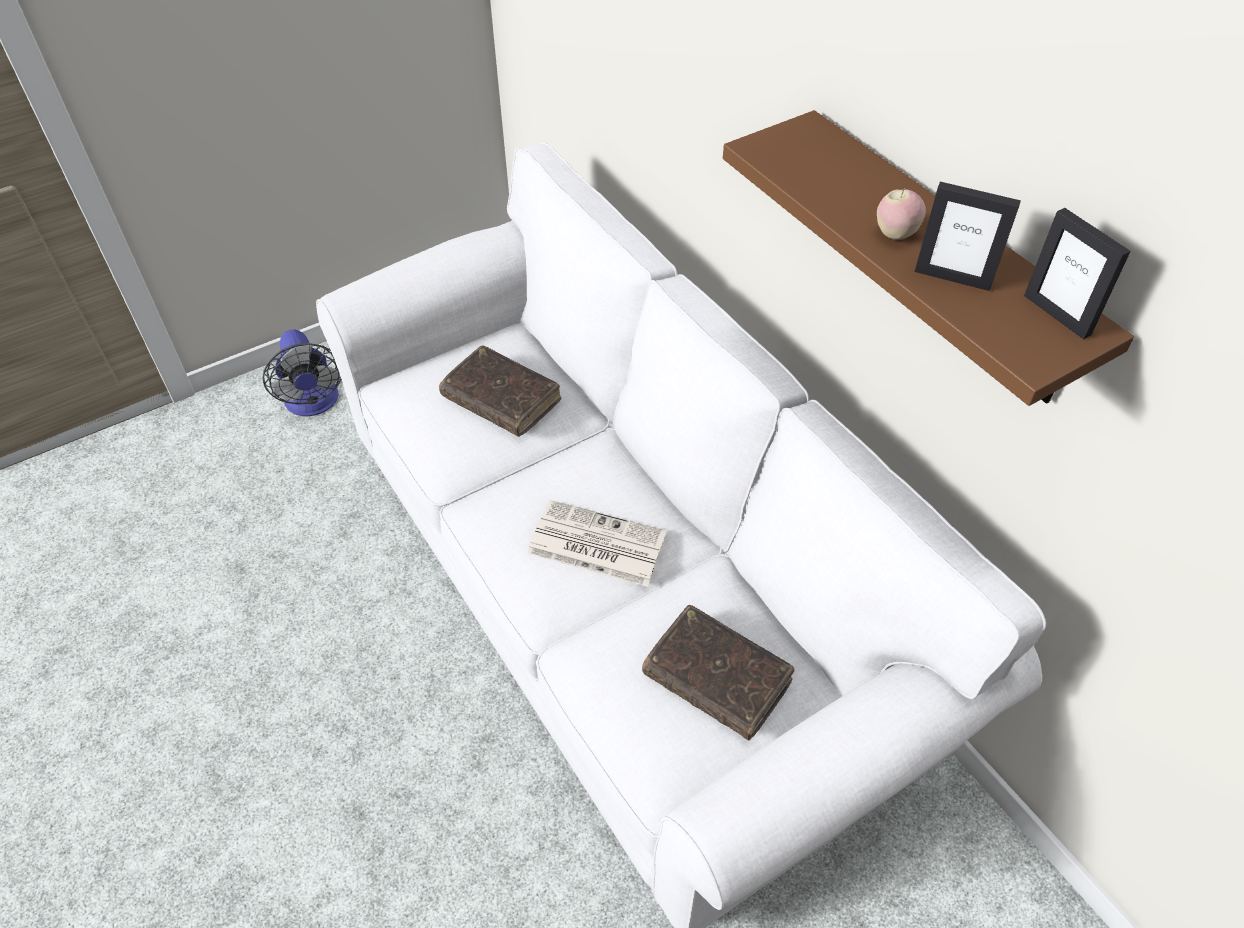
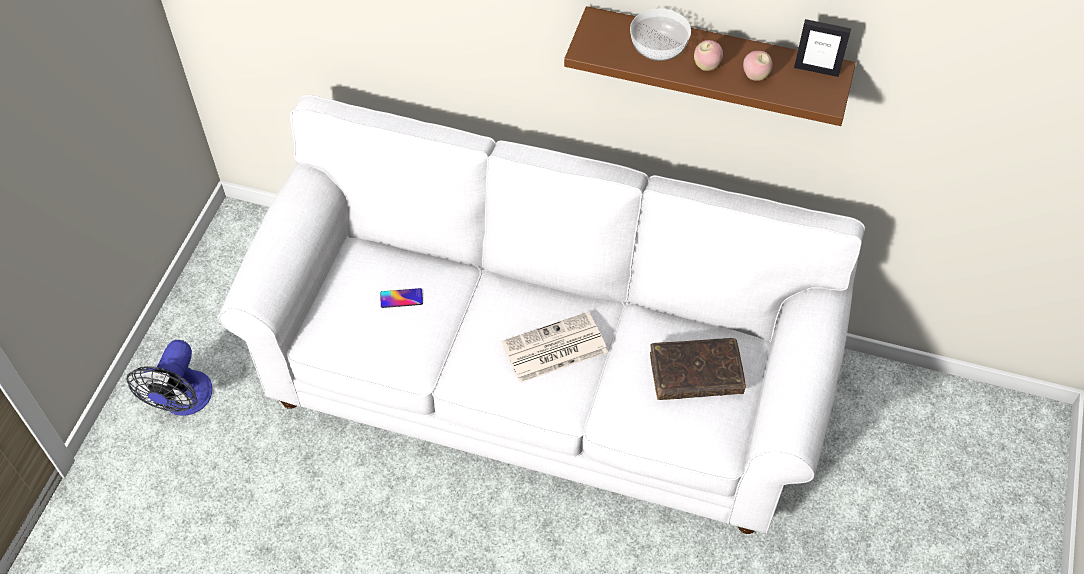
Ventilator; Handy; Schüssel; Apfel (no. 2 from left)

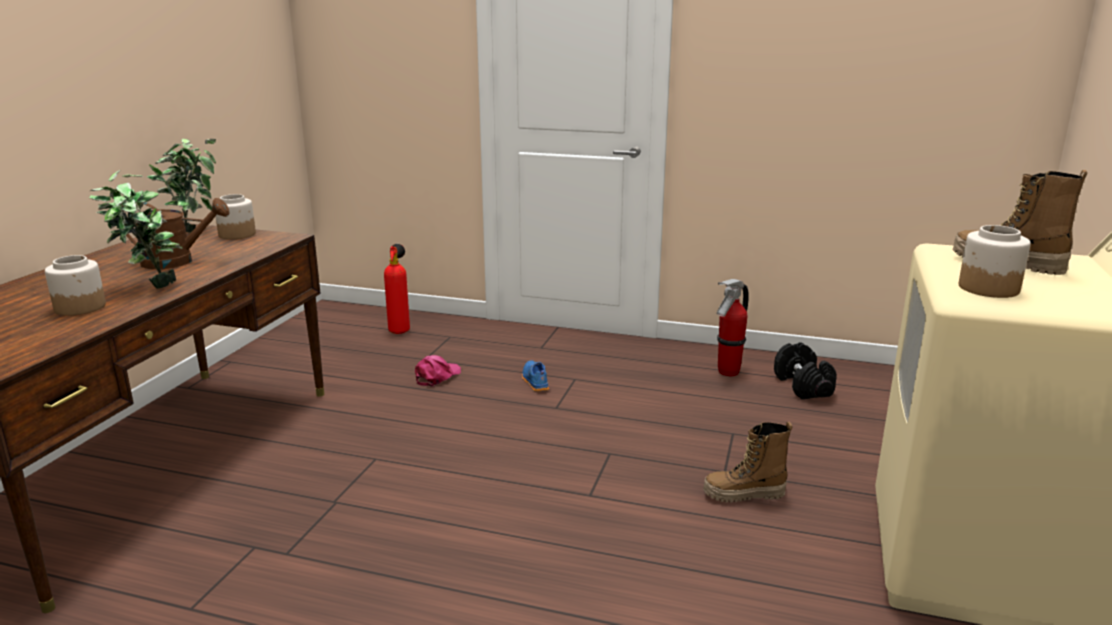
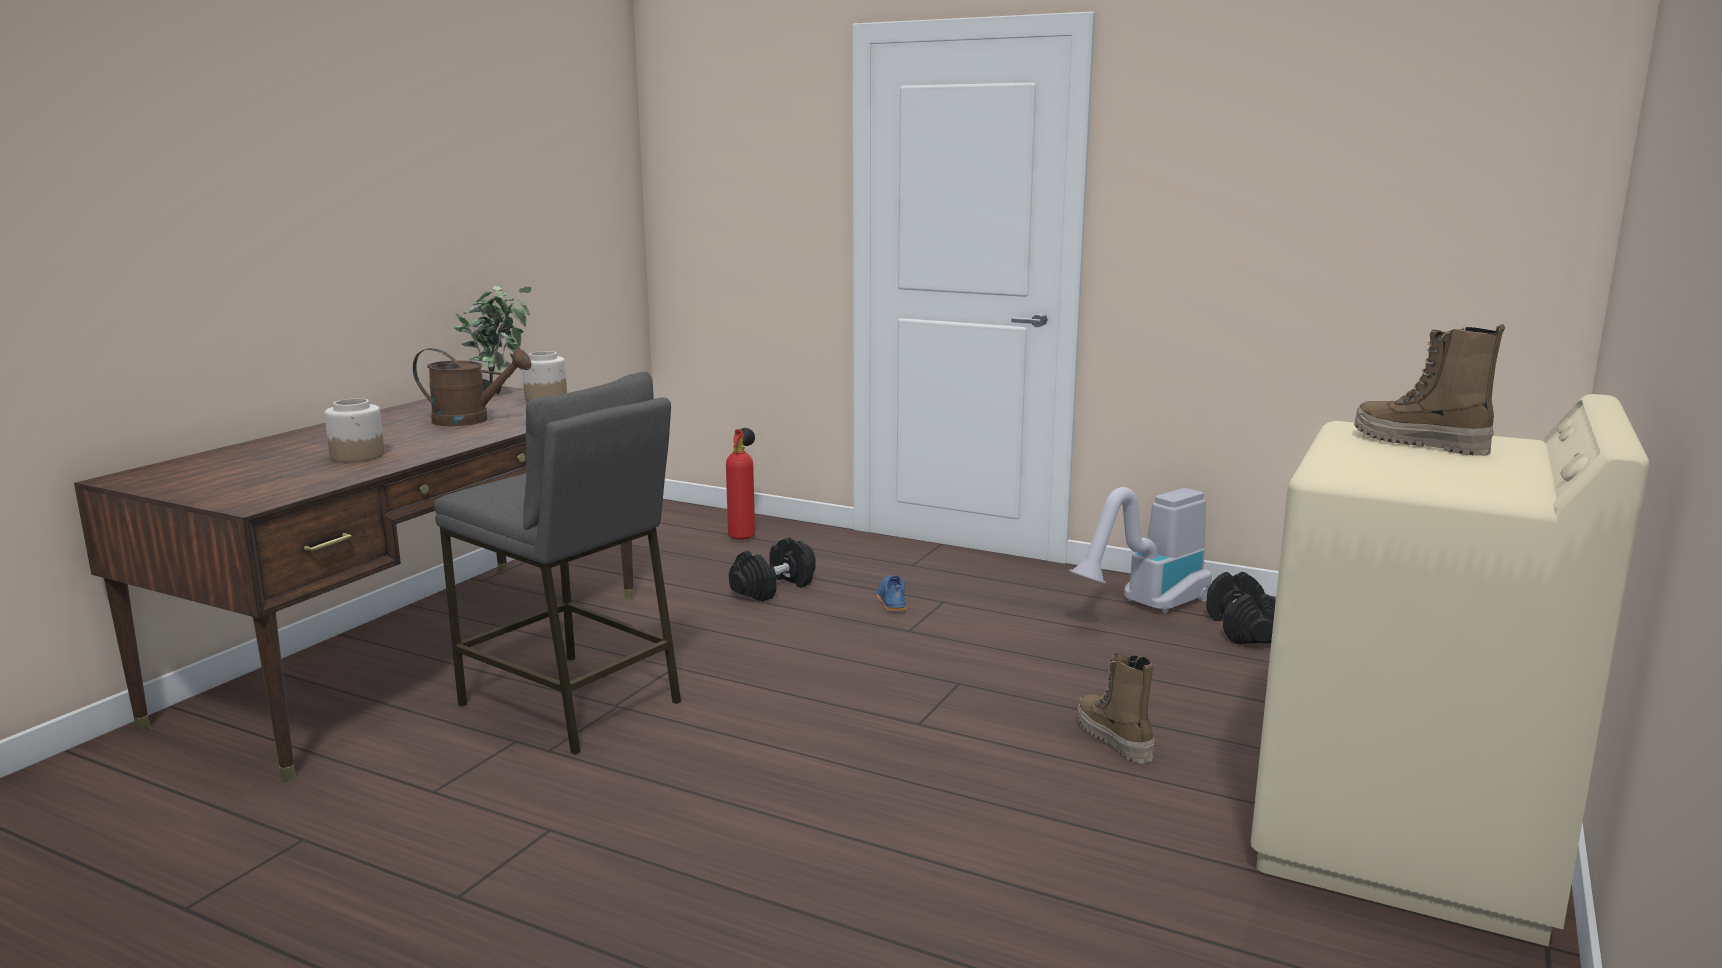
Hocker/grau; Hantel/schwarz (no. 1 from left); Staubsauger; Stiefel (no. 1 from left); Topfpflanze (no. 1 from left in the first image); Vorratsglas (no. 3 from left in the first image)

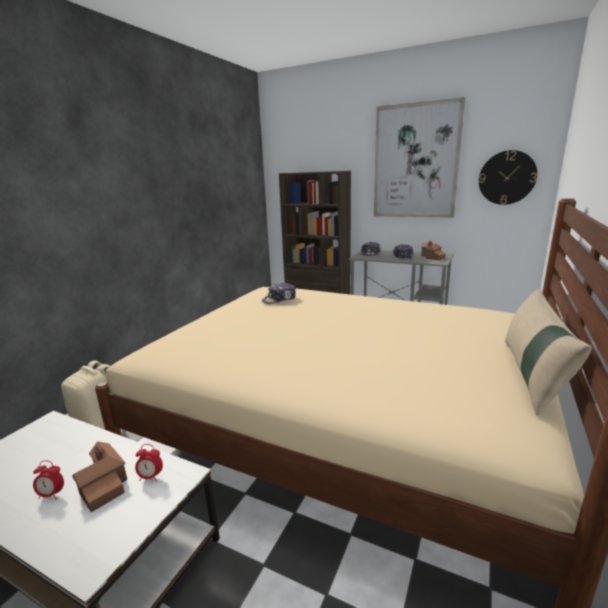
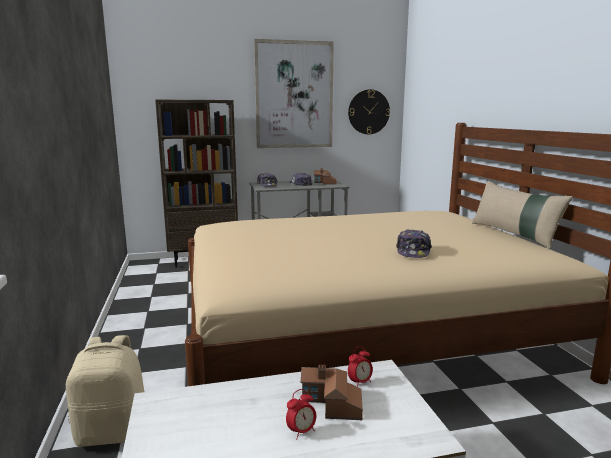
Kappe (no. 3 from left)

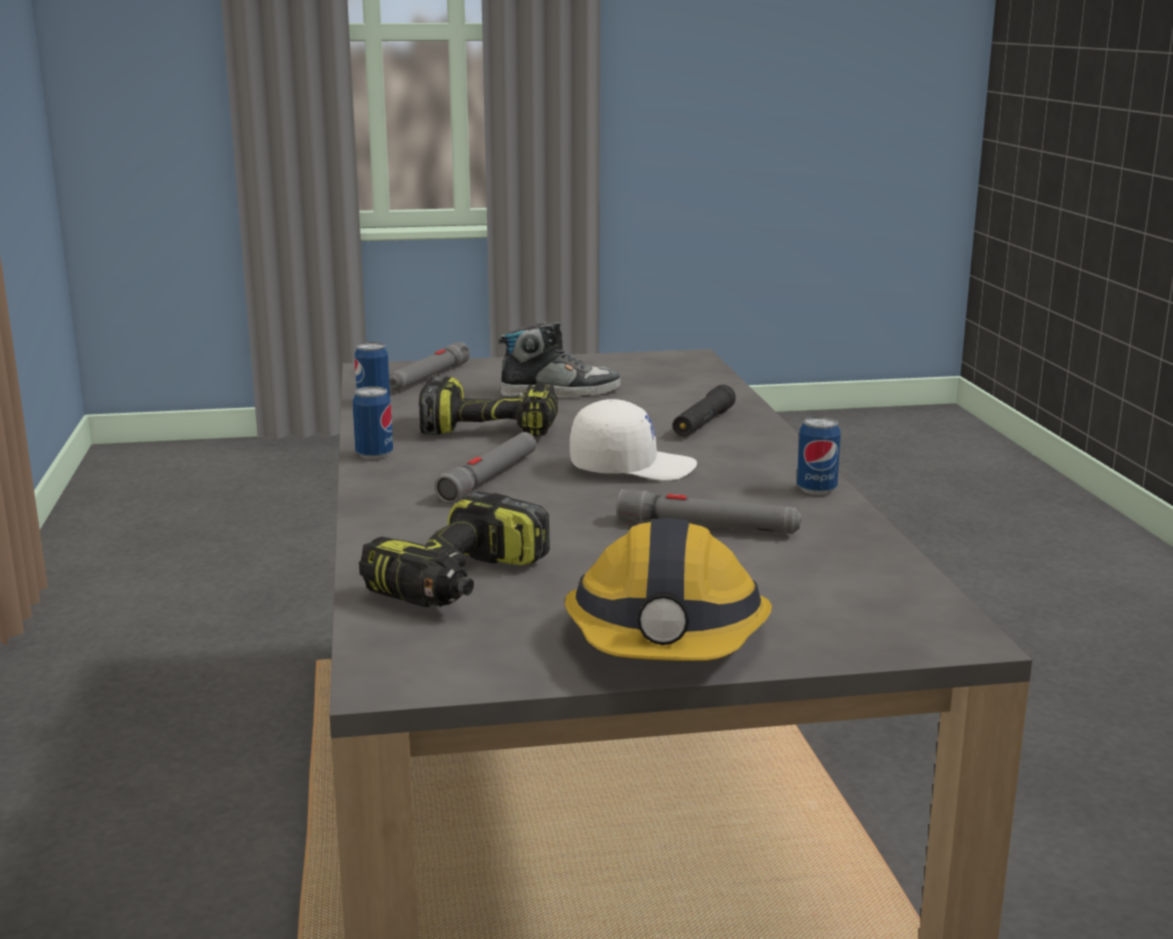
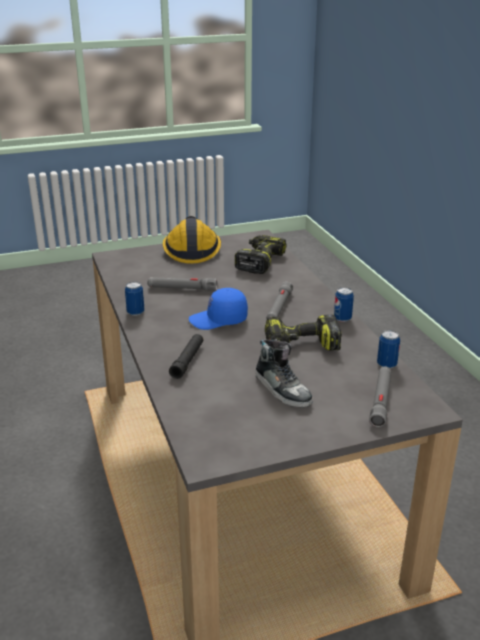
Kappe/blau; Schuh

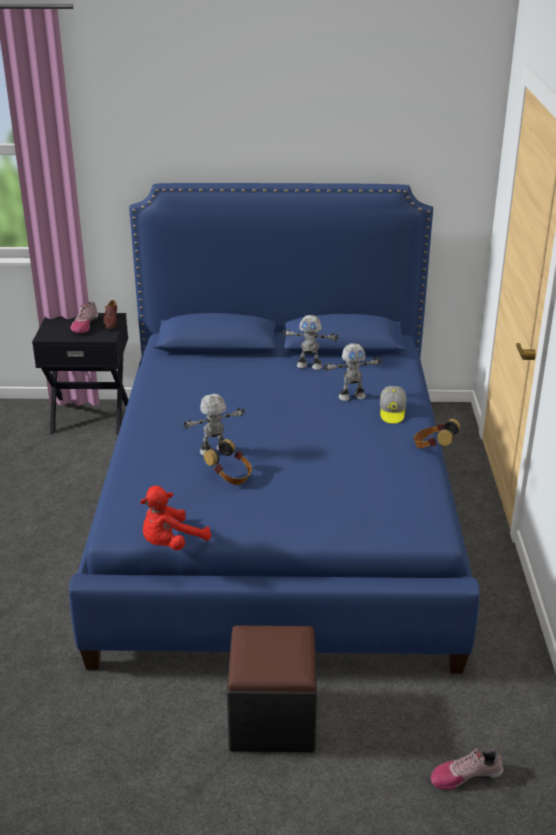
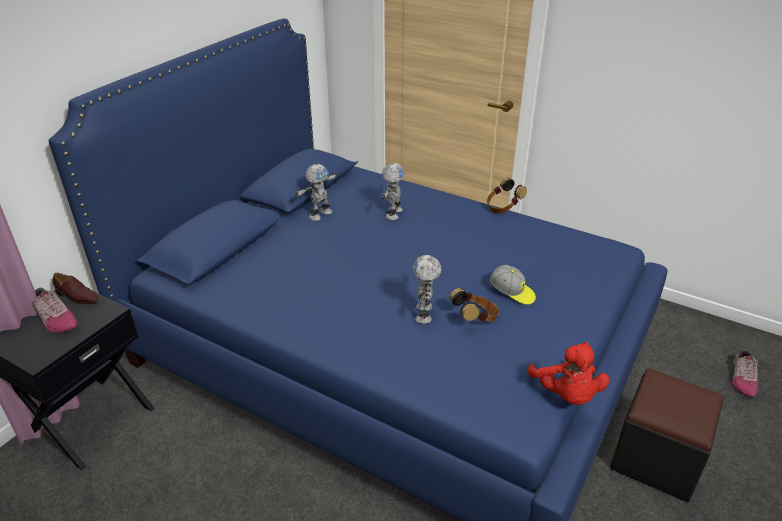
Kappe

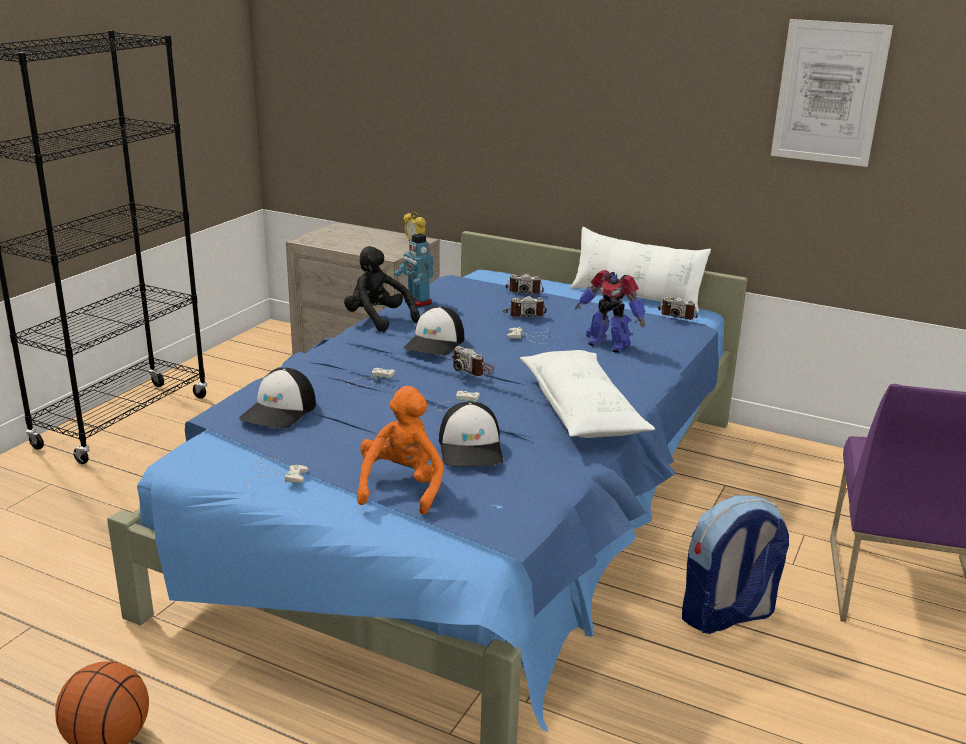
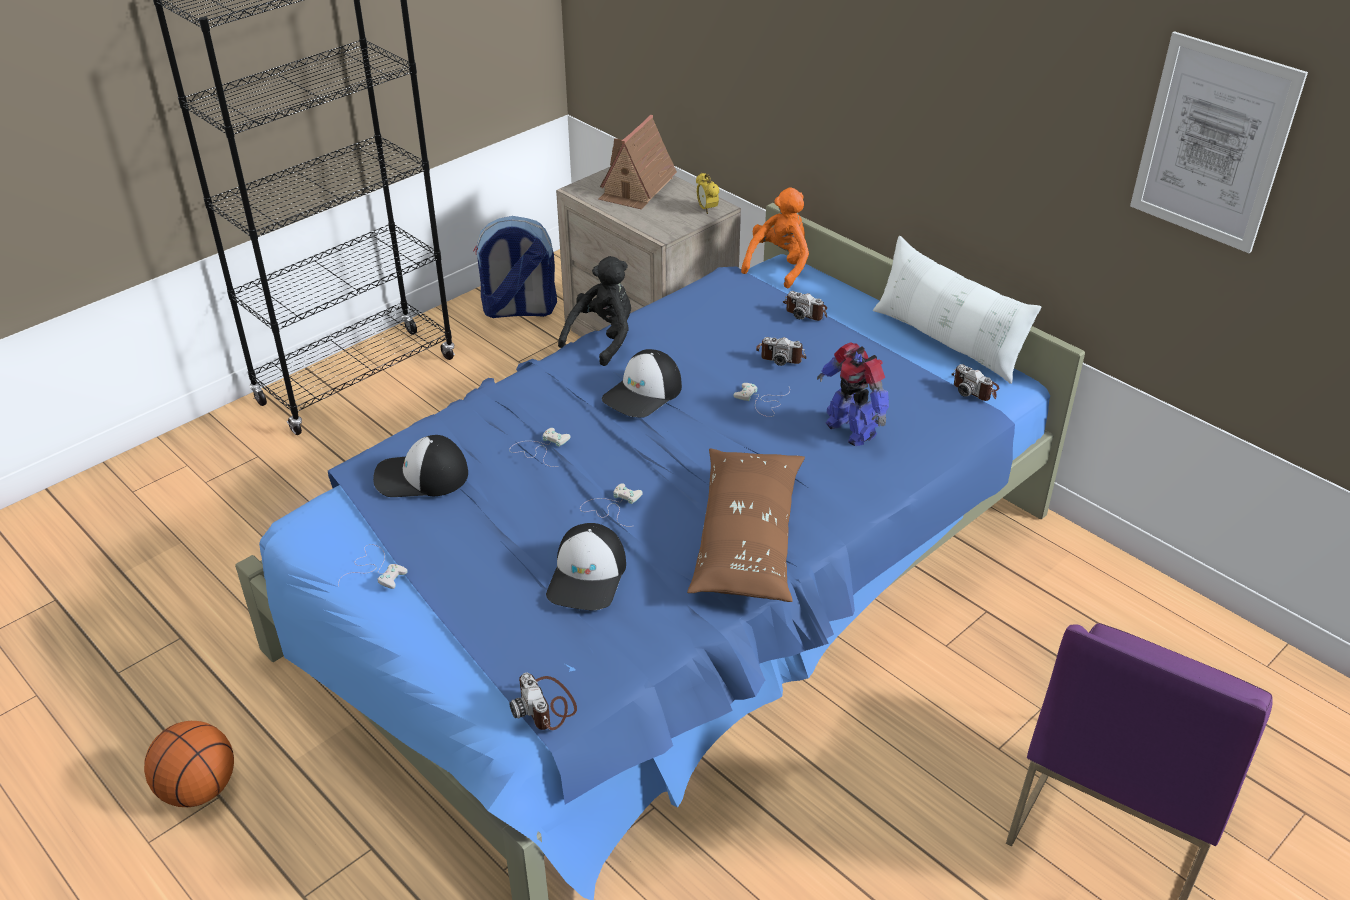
Kappe (no. 1 from left); Rucksack; Kamera (no. 1 from left); Plüschtier/schwarz; Spielzeughaus; Kissen/braun; Plüschtier/orange; Spielzeugroboter (no. 1 from left in the first image)

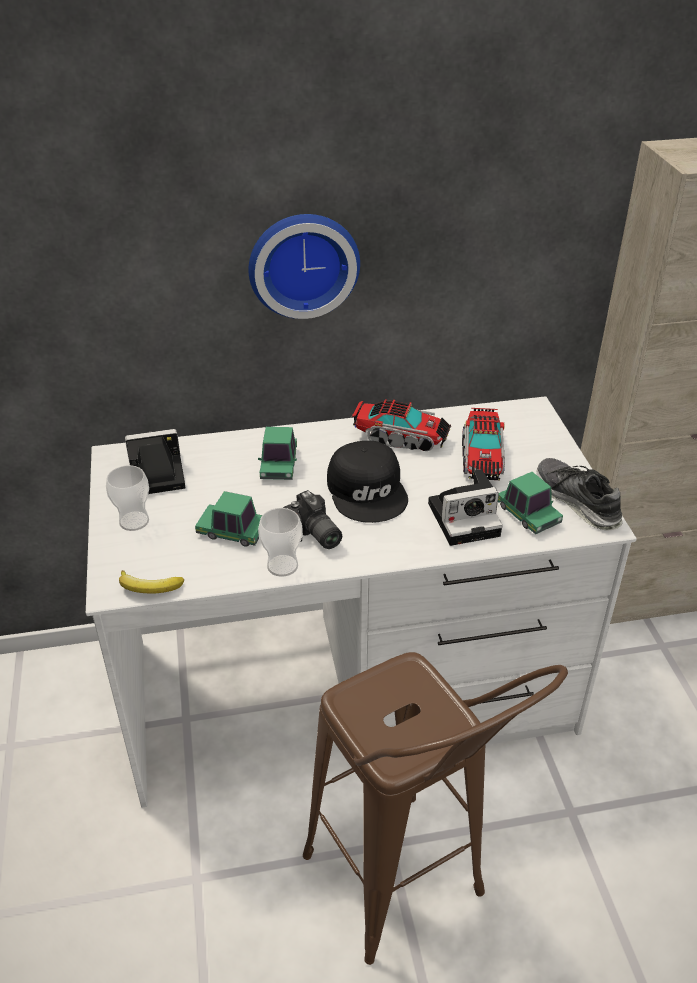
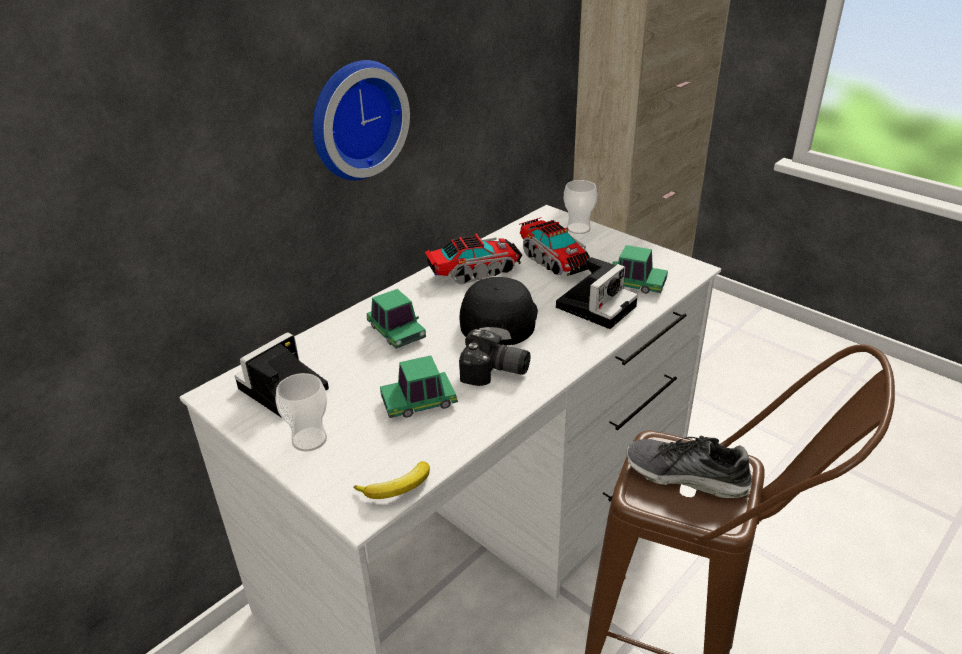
Kappe/schwarz; Tasse (no. 2 from left); Schuh

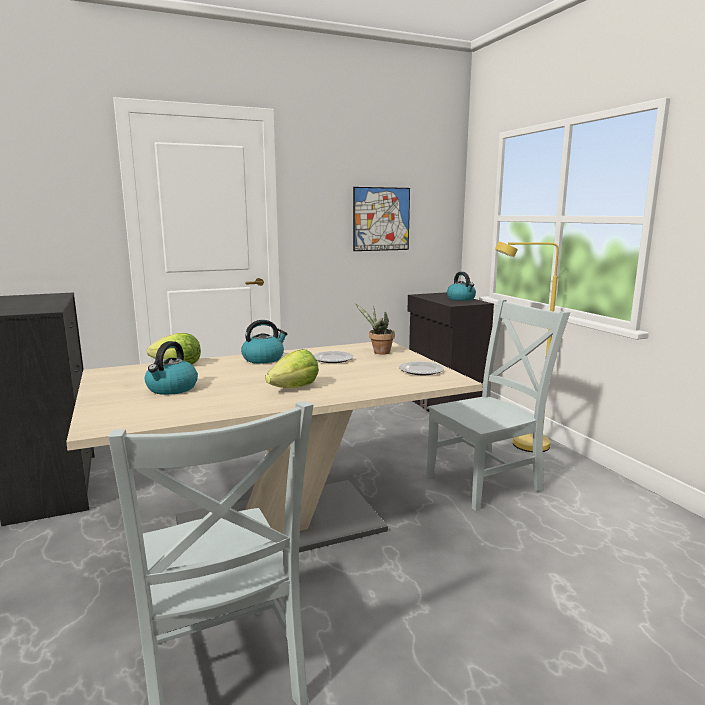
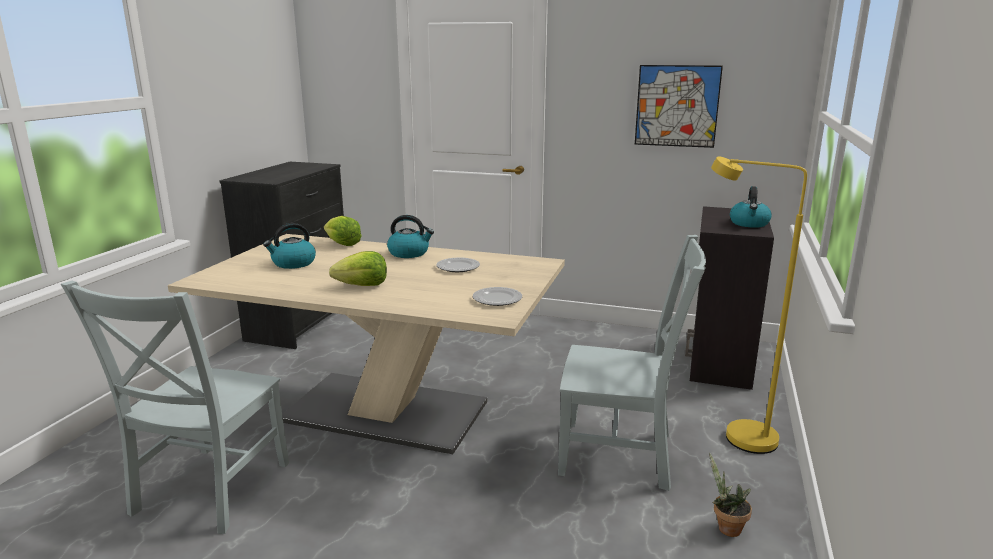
Topfpflanze

